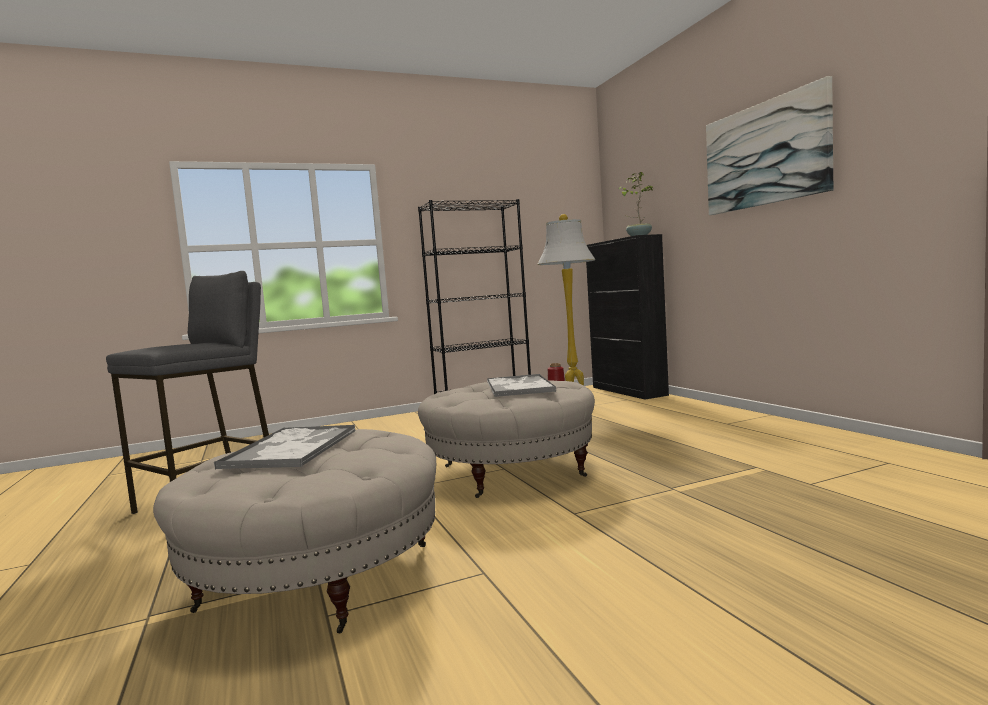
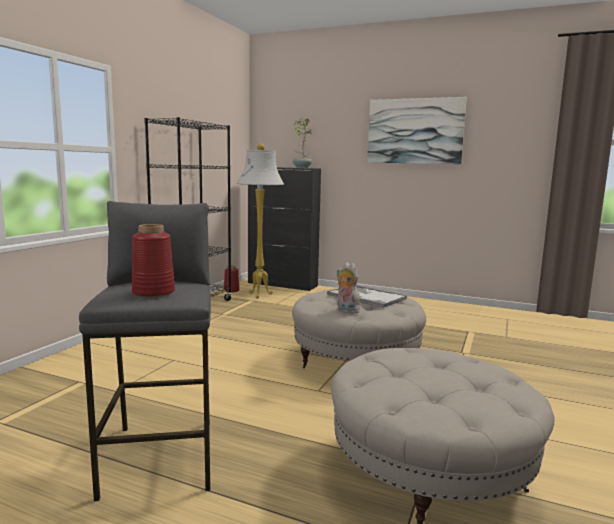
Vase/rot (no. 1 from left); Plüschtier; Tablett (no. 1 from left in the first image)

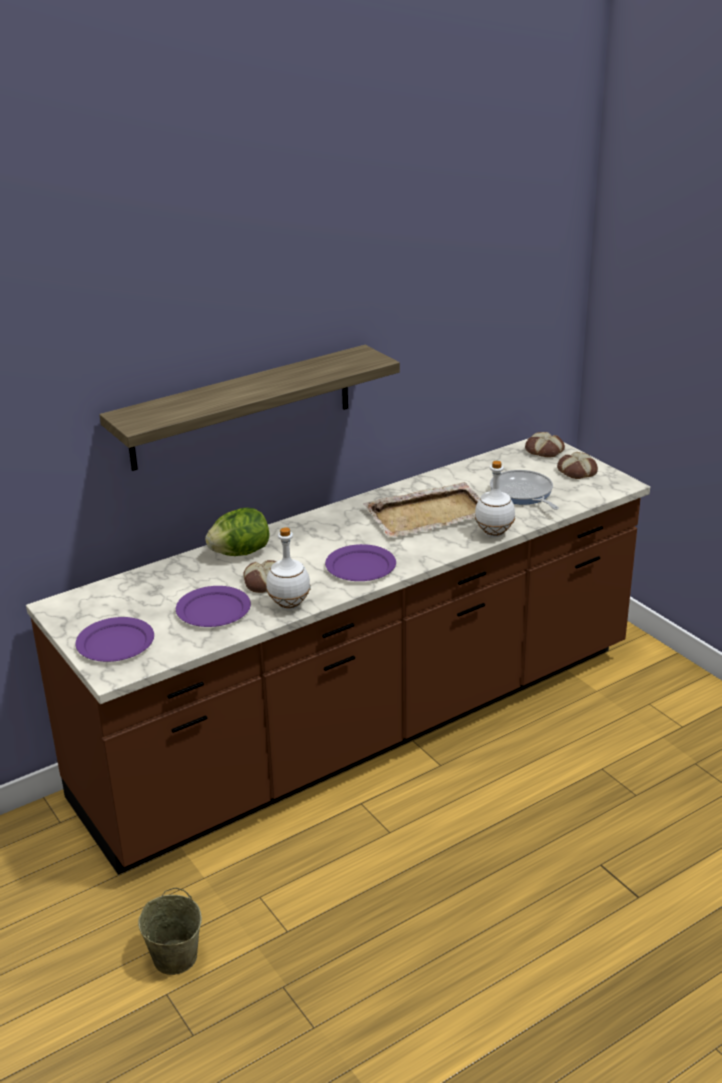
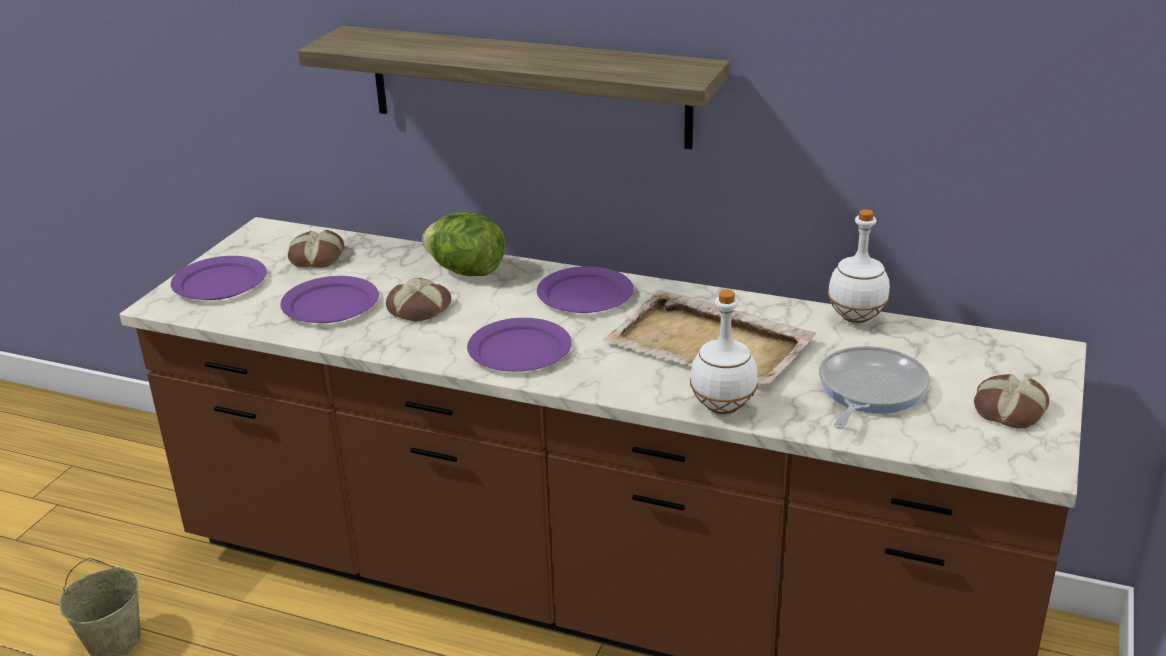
Brot (no. 1 from left); Teller/lila (no. 4 from left); Flasche/weiß (no. 2 from left)

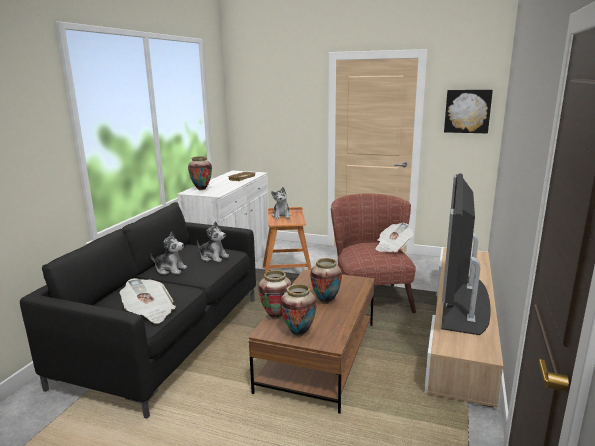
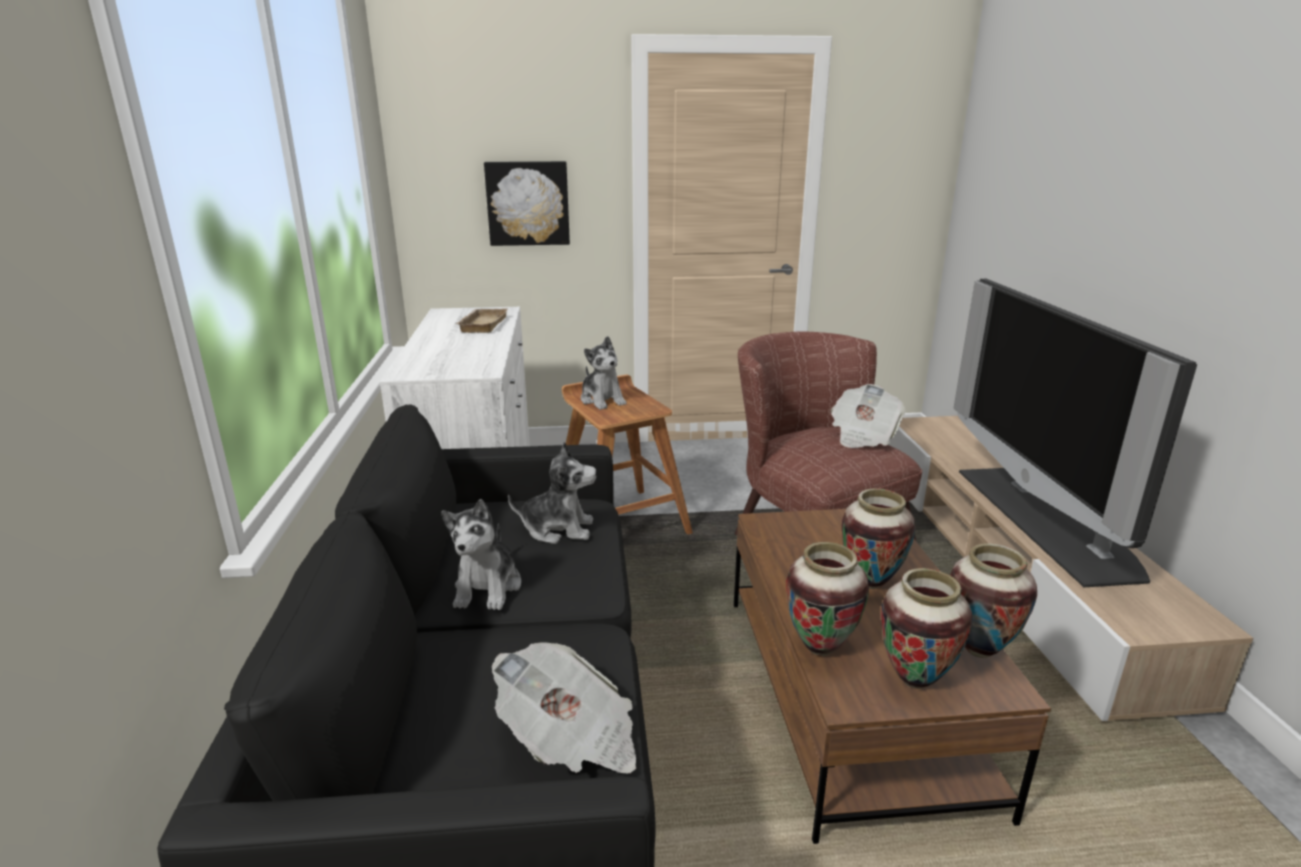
Plüschtier (no. 1 from left); Bild; Vase (no. 4 from left)

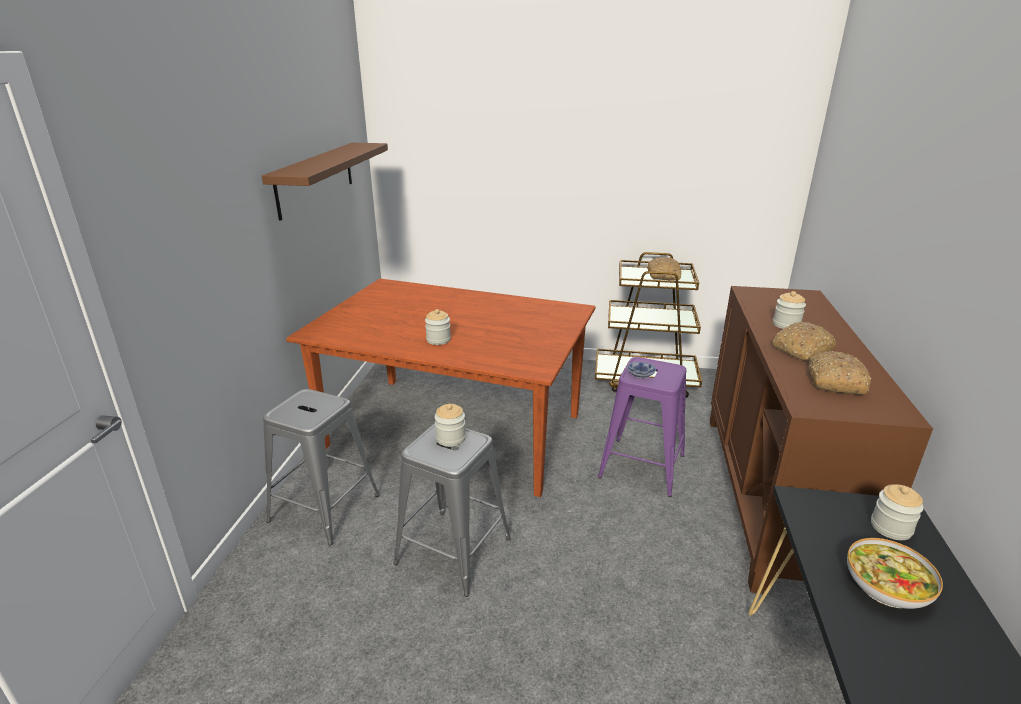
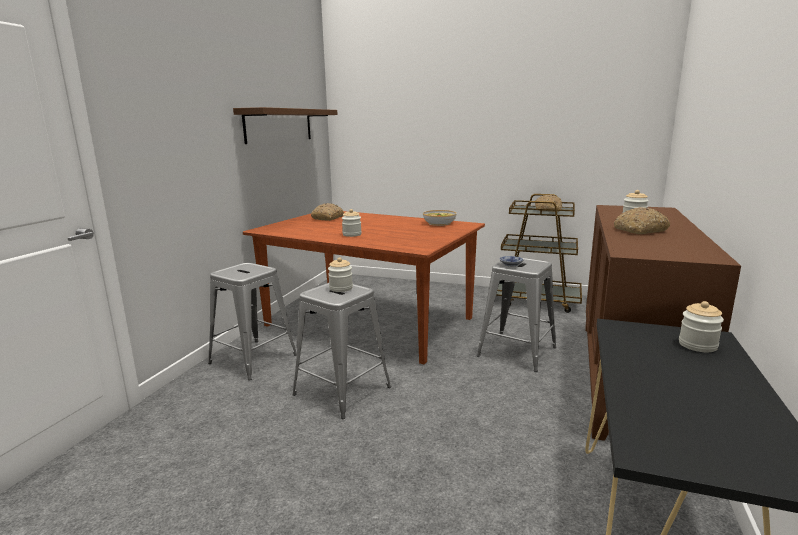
Brot (no. 1 from left); Schüssel (no. 1 from left); Hocker/grau (no. 3 from left)

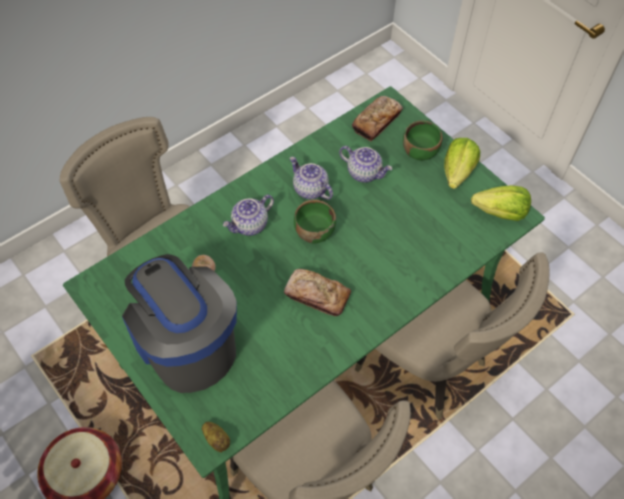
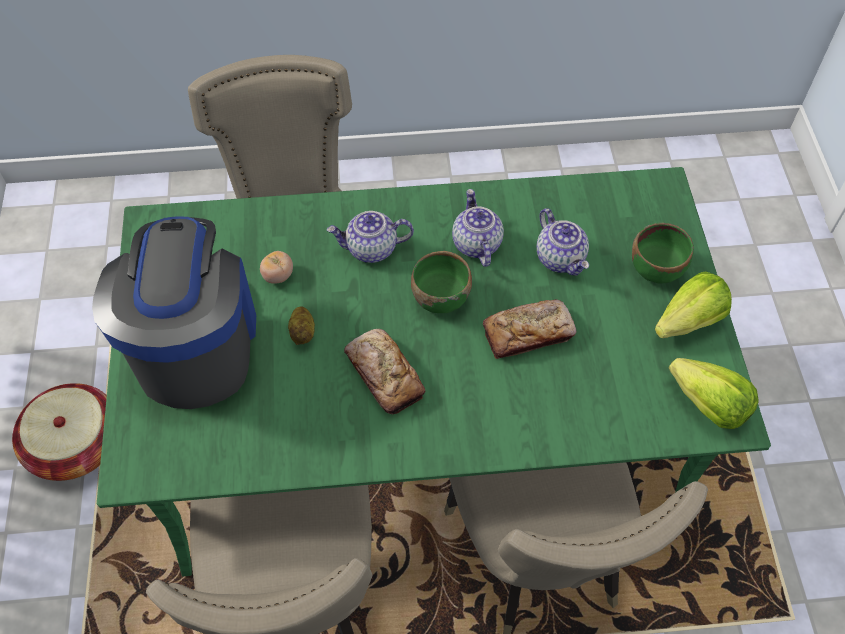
Kartoffel; Brot (no. 2 from left)

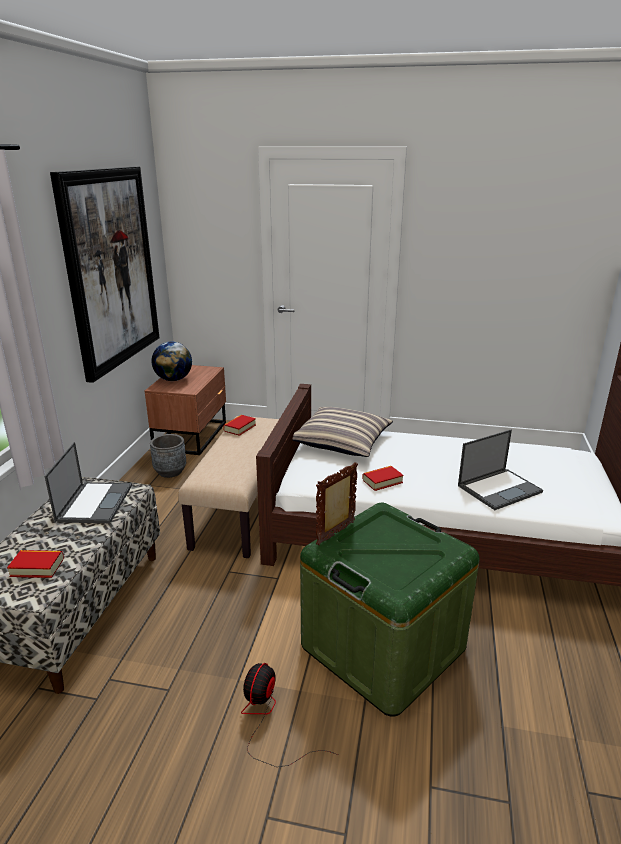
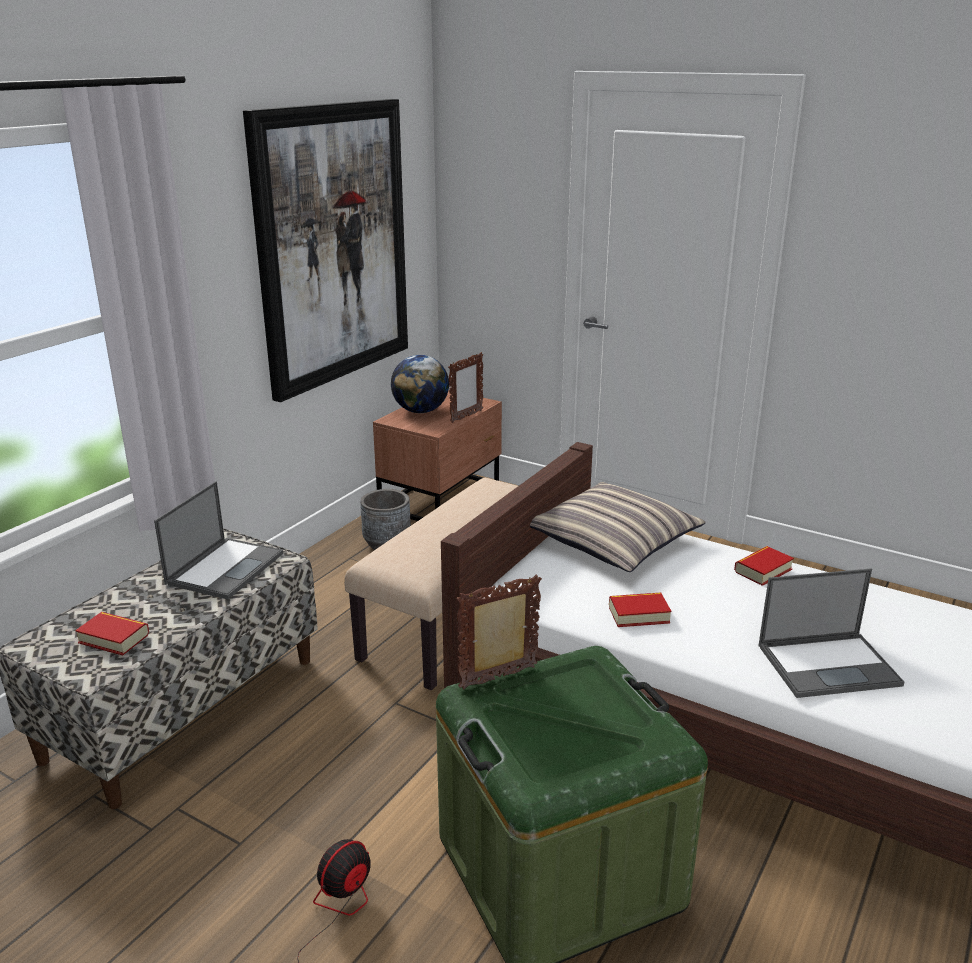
Bilderrahmen (no. 1 from left); Buch (no. 3 from left)

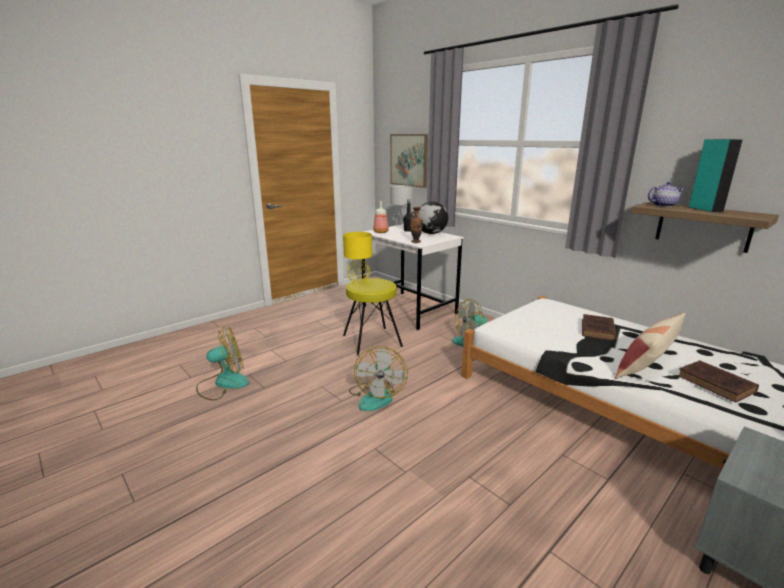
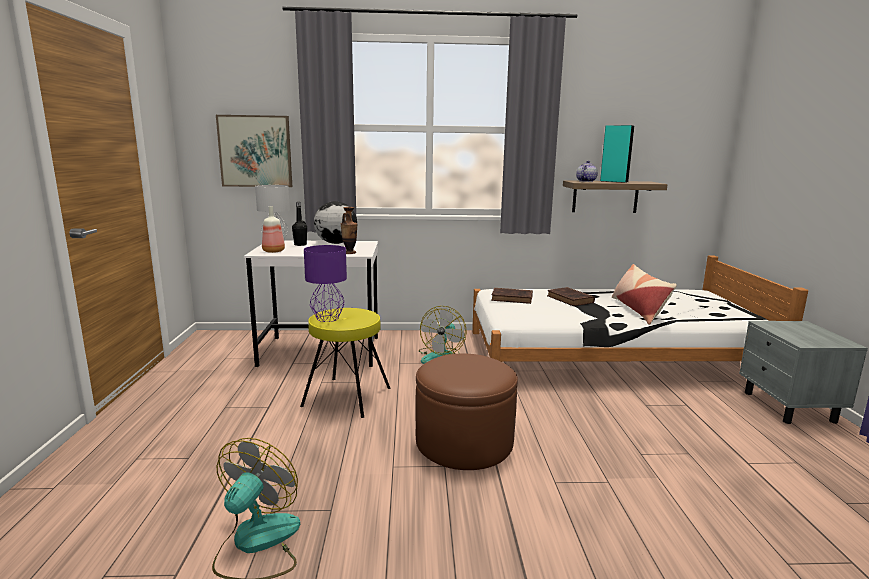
Tischlampe/lila; Polsterhocker/braun; Buch/braun (no. 1 from left)

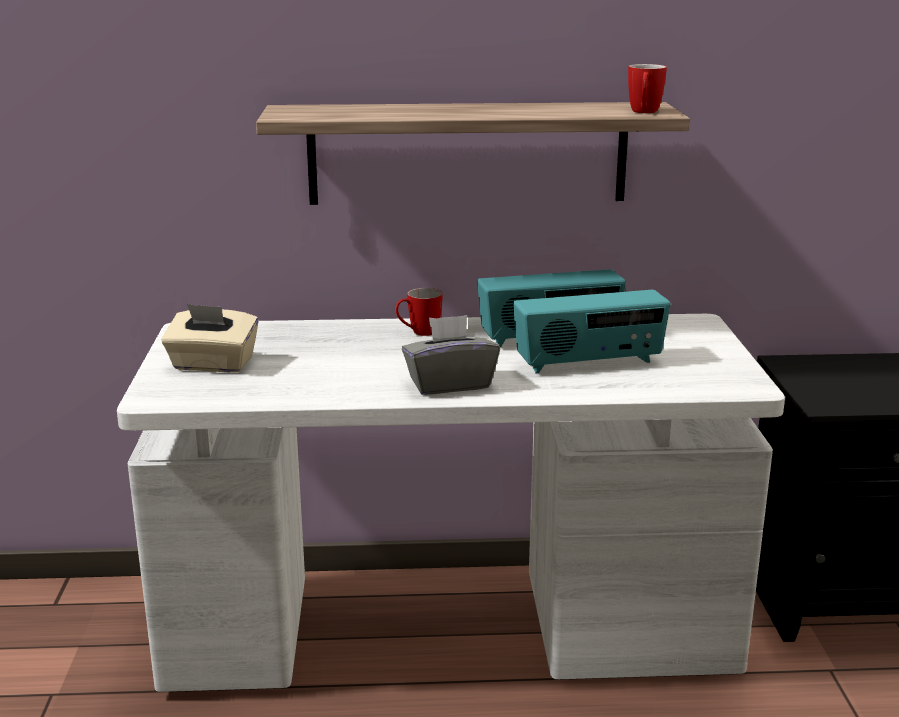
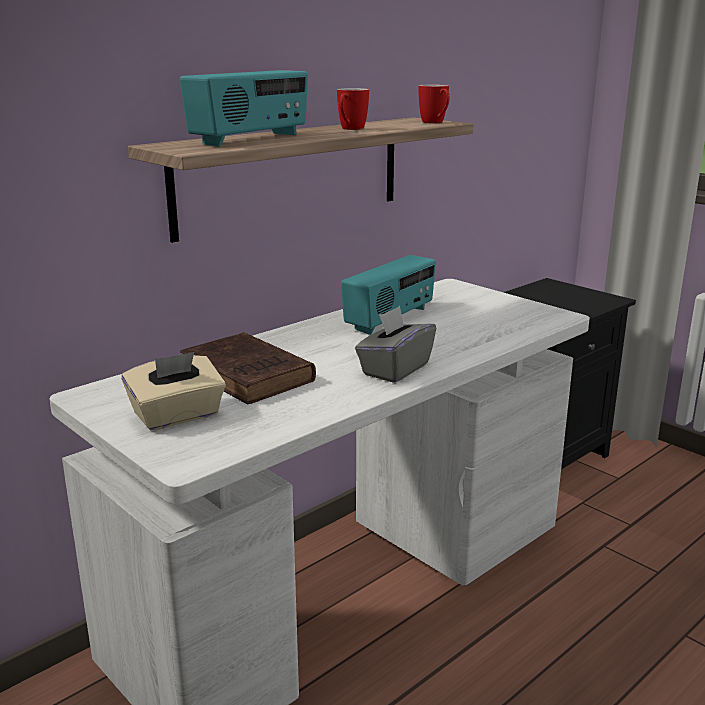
Radio (no. 1 from left); Buch/braun; Henkelbecher (no. 1 from left)

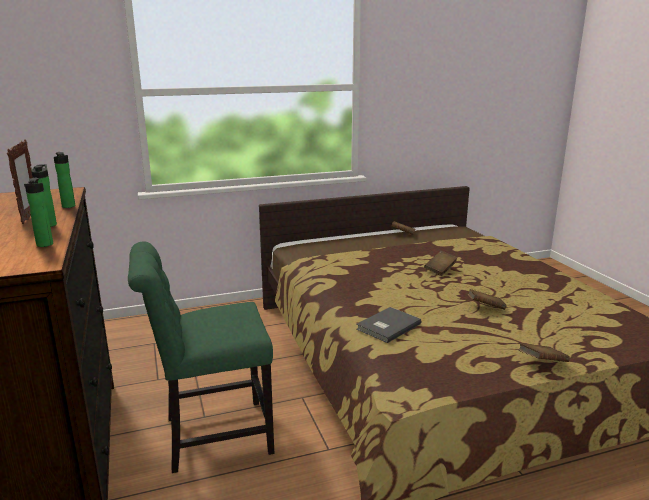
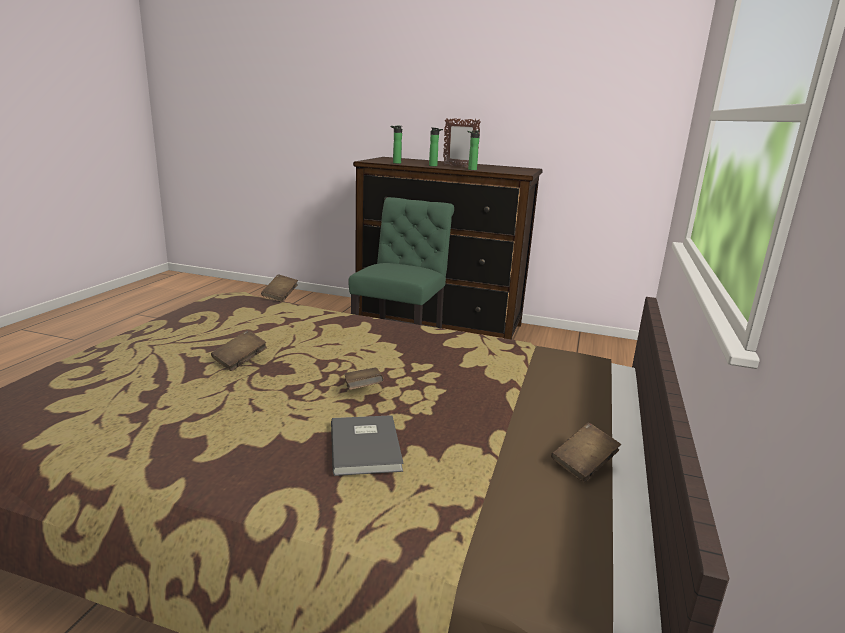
Buch/braun (no. 2 from left); Buch/grau

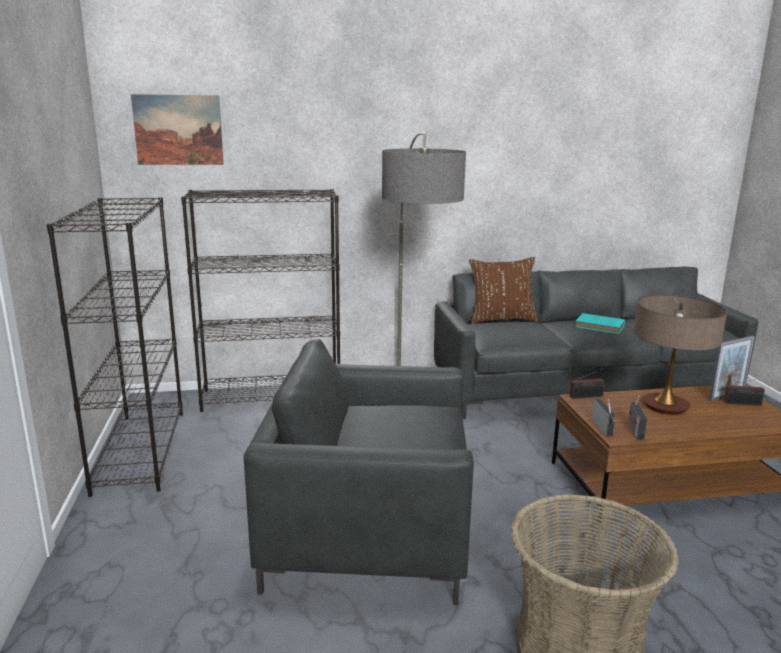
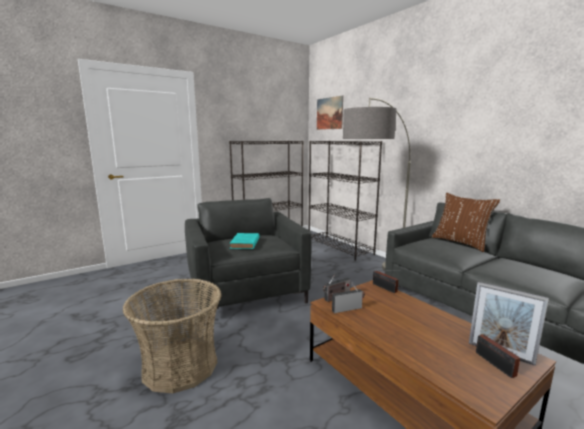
Buch/türkis; Tischlampe

